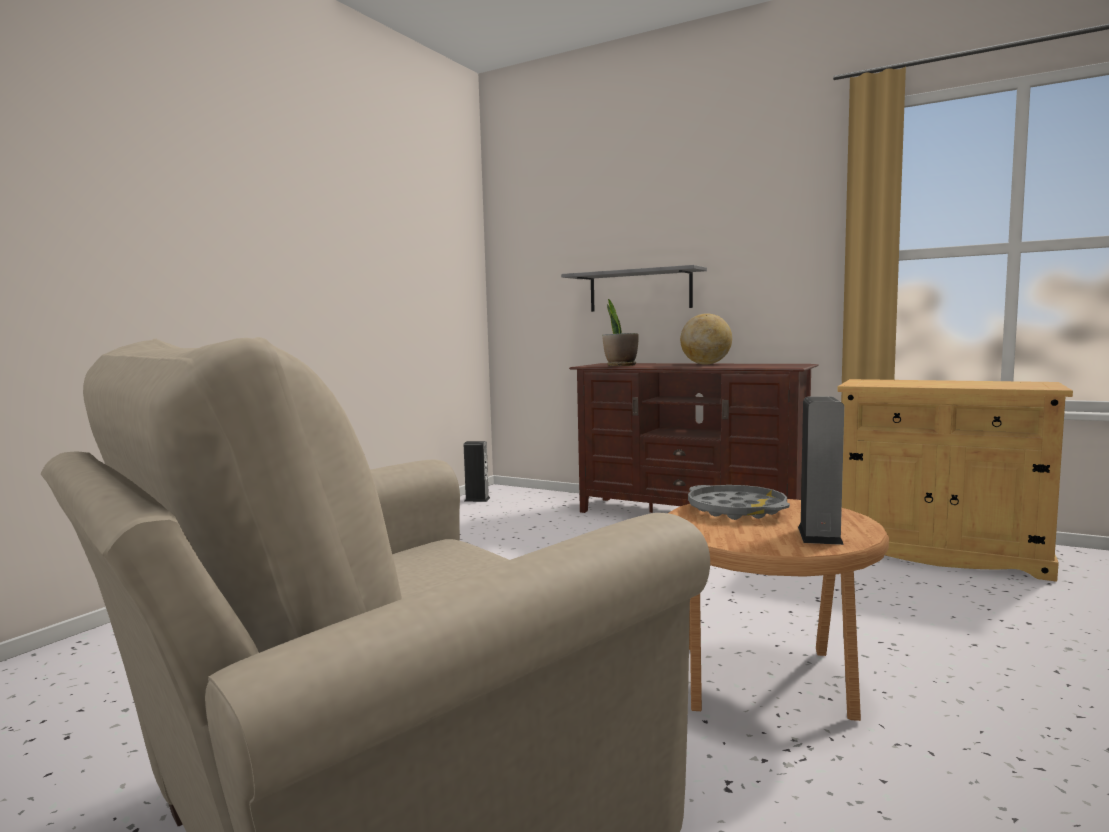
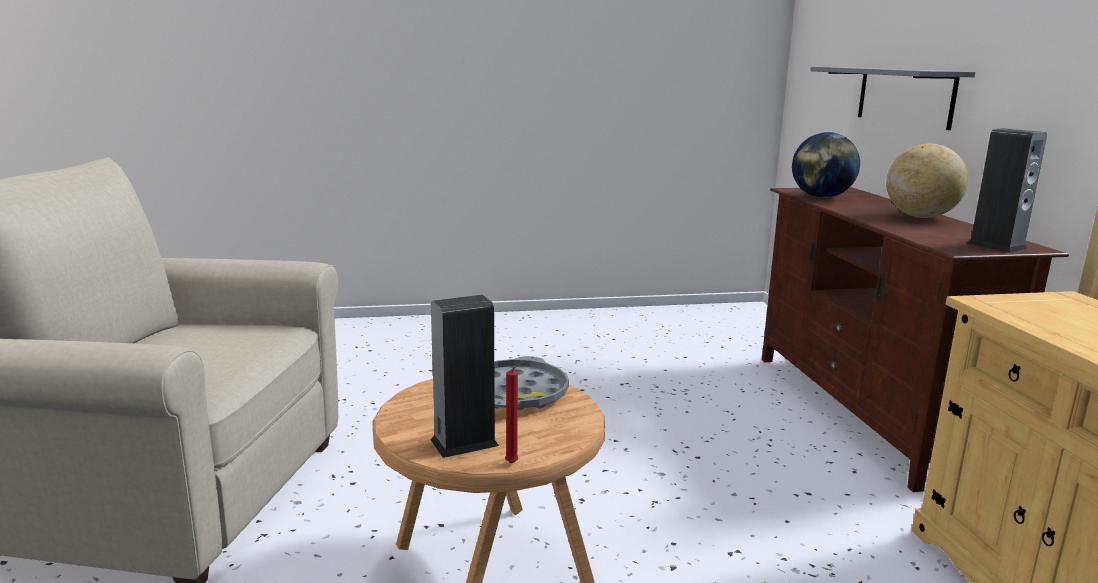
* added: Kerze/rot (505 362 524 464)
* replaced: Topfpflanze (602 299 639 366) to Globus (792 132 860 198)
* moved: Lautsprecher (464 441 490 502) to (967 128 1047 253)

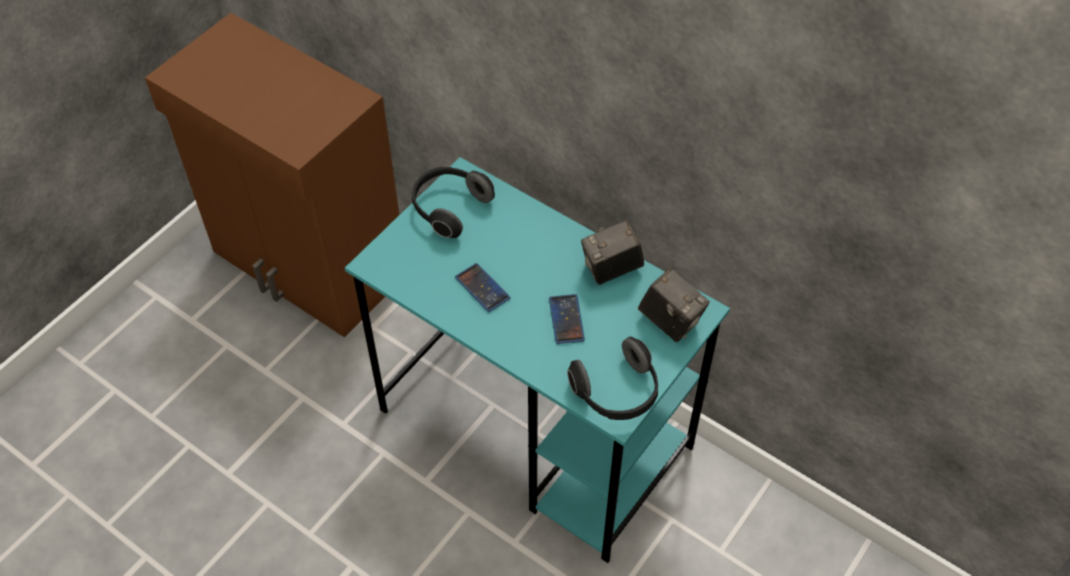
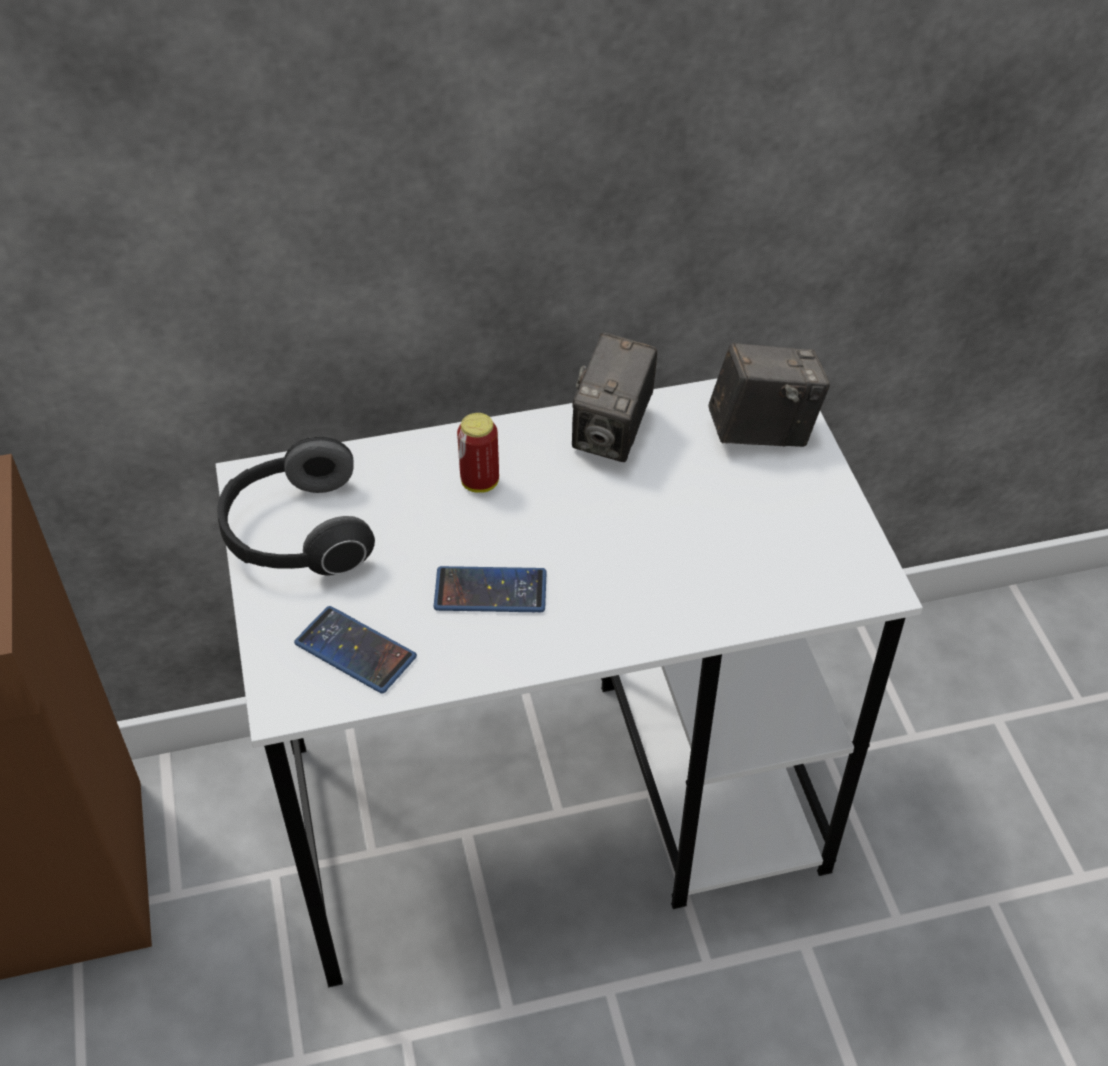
* recoloured: Schreibtisch/türkis (345 157 730 563) to Schreibtisch/weiß (215 378 923 988)
* moved: Handy (549 294 585 344) to (294 606 417 693)
* added: Dose (457 413 499 493)
* removed: Kopfhörer (567 337 658 420)

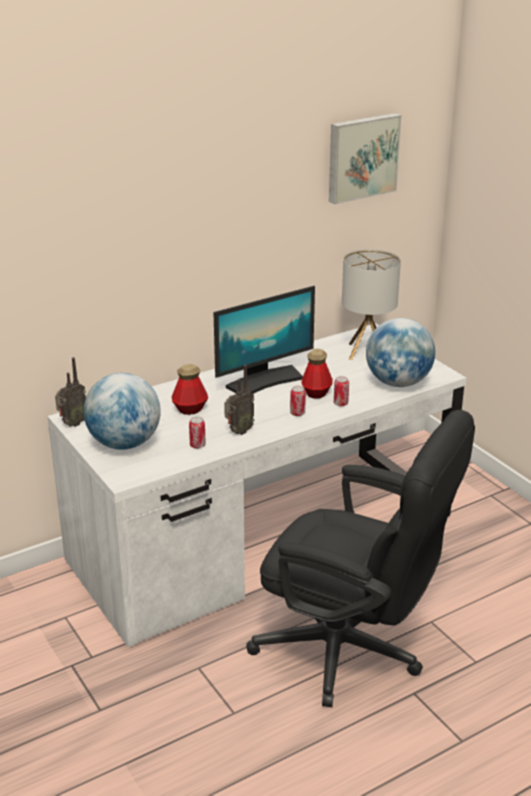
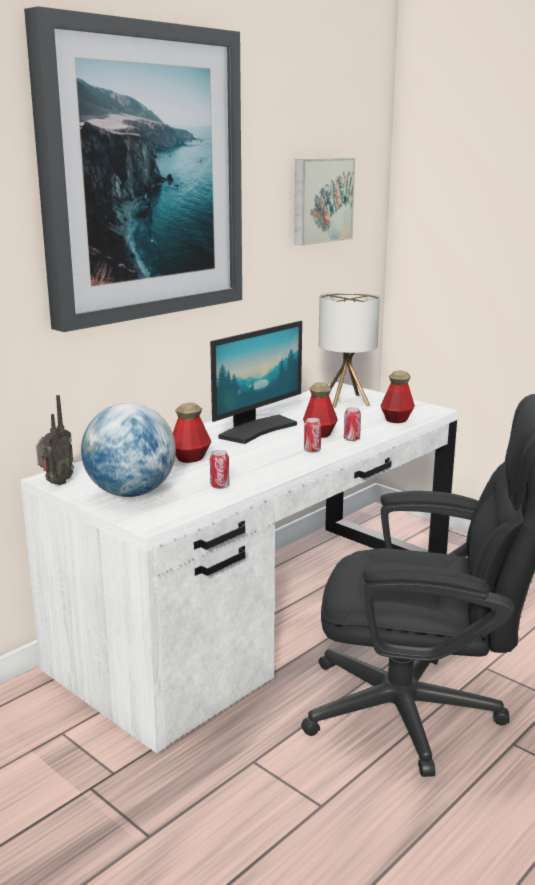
* added: Bild (24 6 242 332)
* replaced: Globus (366 318 435 387) to Flasche (380 371 415 423)
* removed: Radio (224 365 254 435)

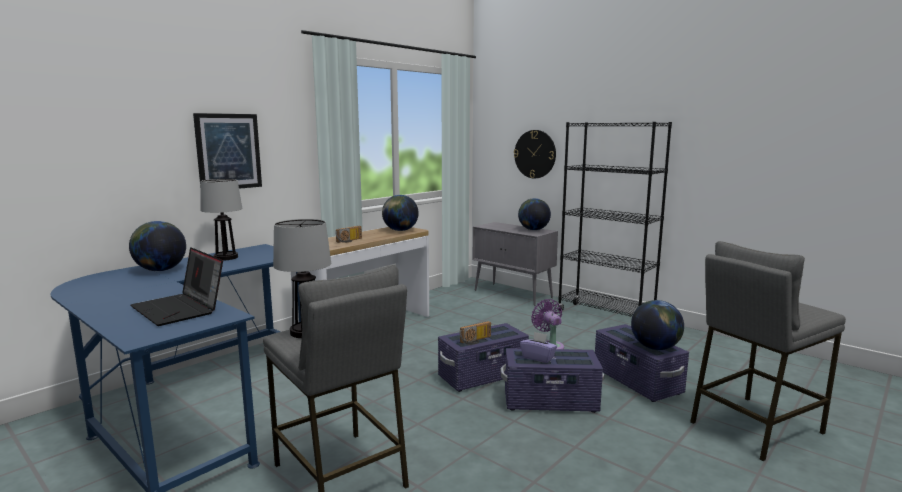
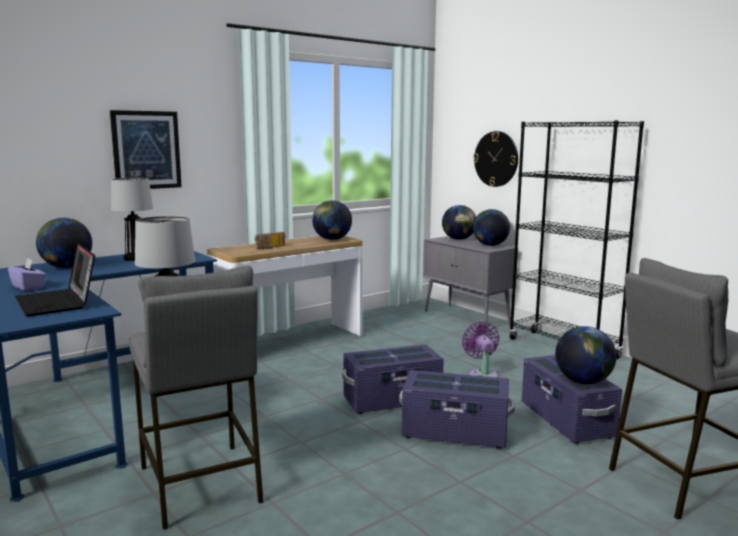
* moved: Taschentuchbox/lila (520 332 557 363) to (8 258 46 291)
* added: Globus (442 205 476 240)
* removed: Radio (459 321 491 344)

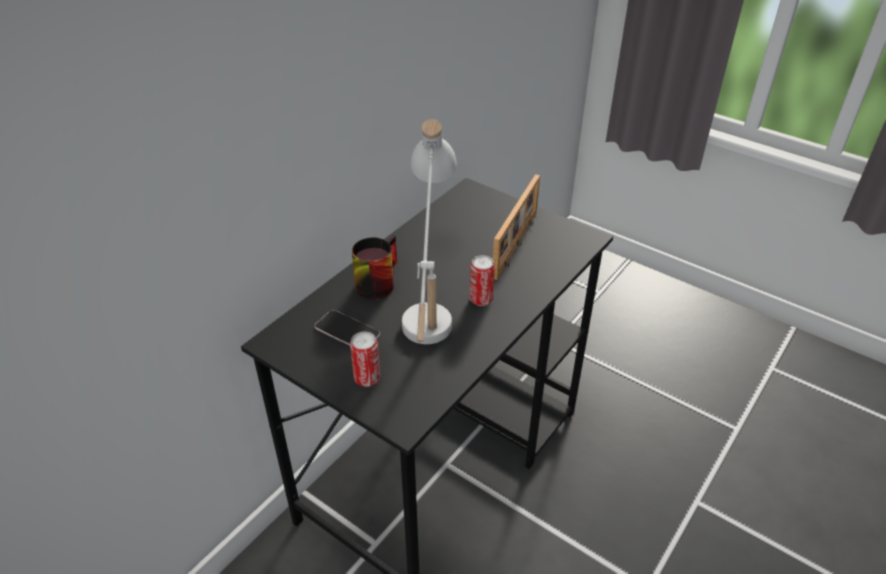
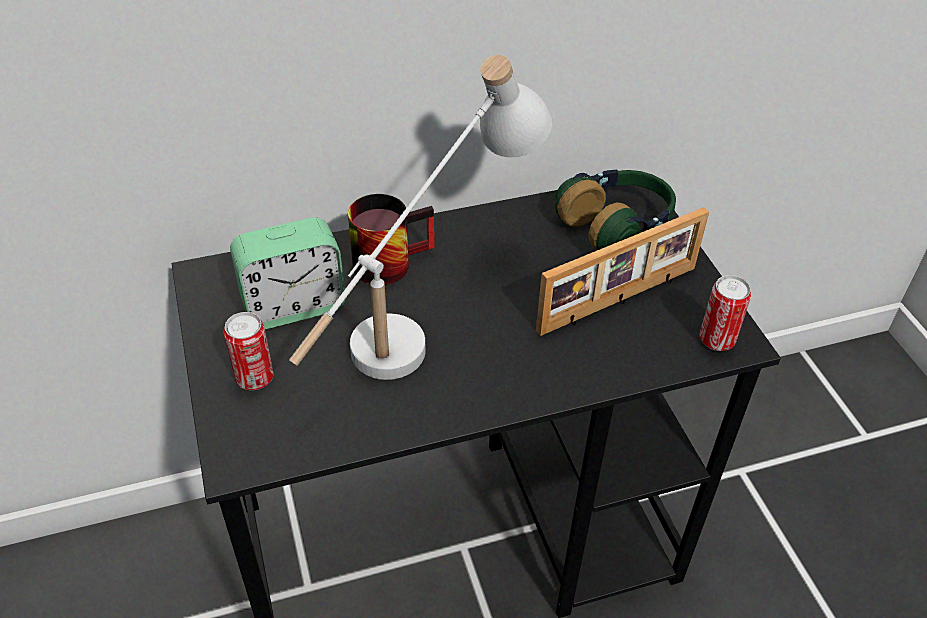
* replaced: Handy (315 310 380 346) to Wecker (230 217 346 330)
* added: Kopfhörer (555 170 676 250)
* moved: Dose (470 255 495 306) to (700 275 751 351)

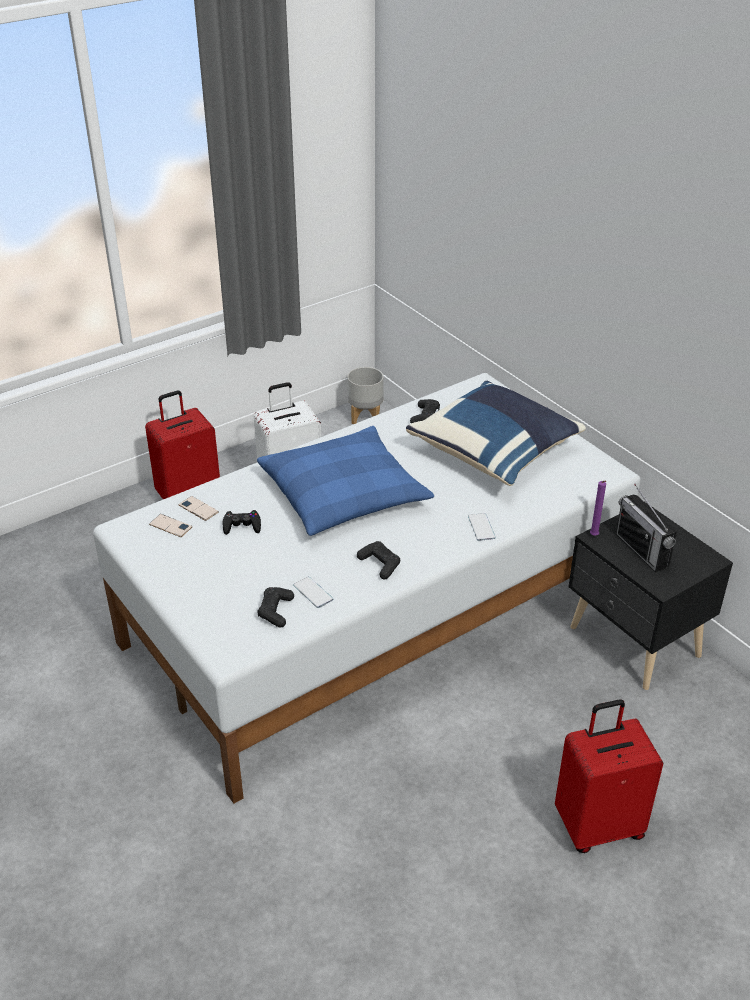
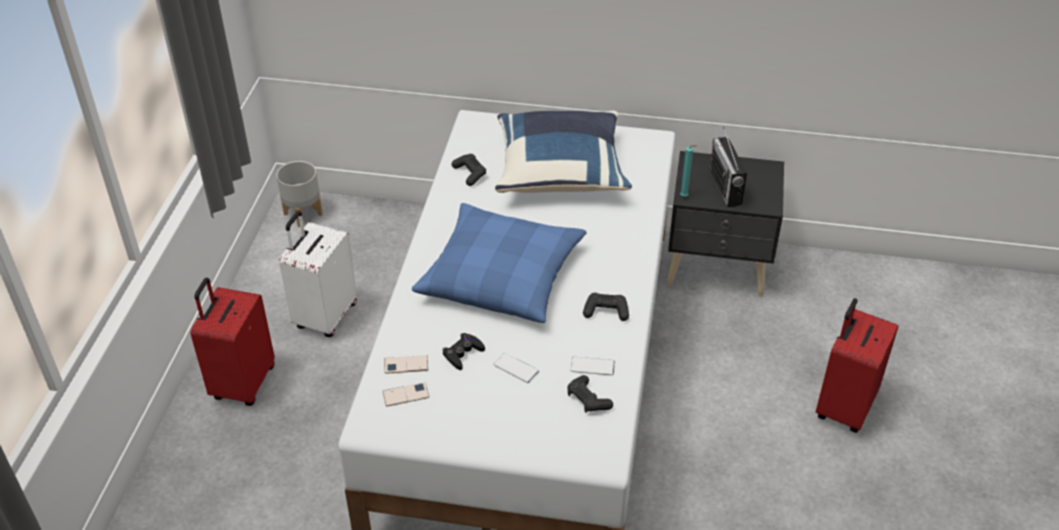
* moved: Handy (468 513 496 541) to (493 353 539 383)
* recoloured: Kerze/lila (590 481 606 536) to Kerze/türkis (680 145 697 197)
* turned: Radio (616 484 677 572) = (709 127 747 207) 60 degrees clockwise

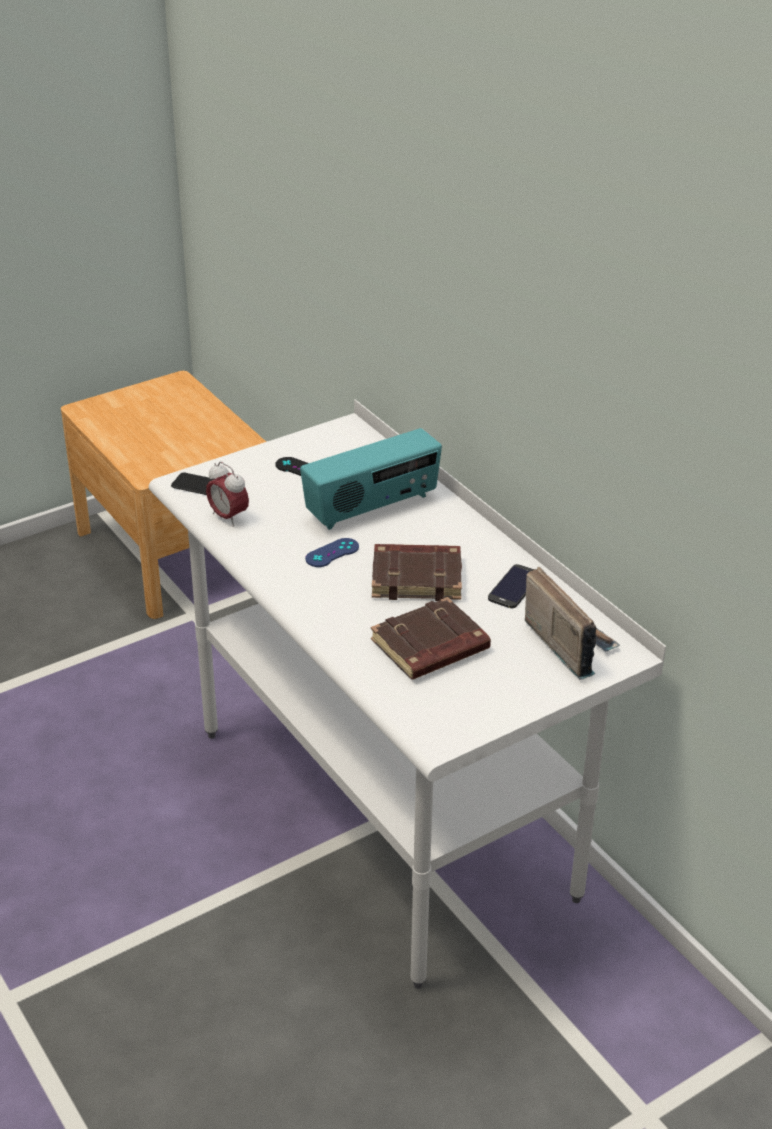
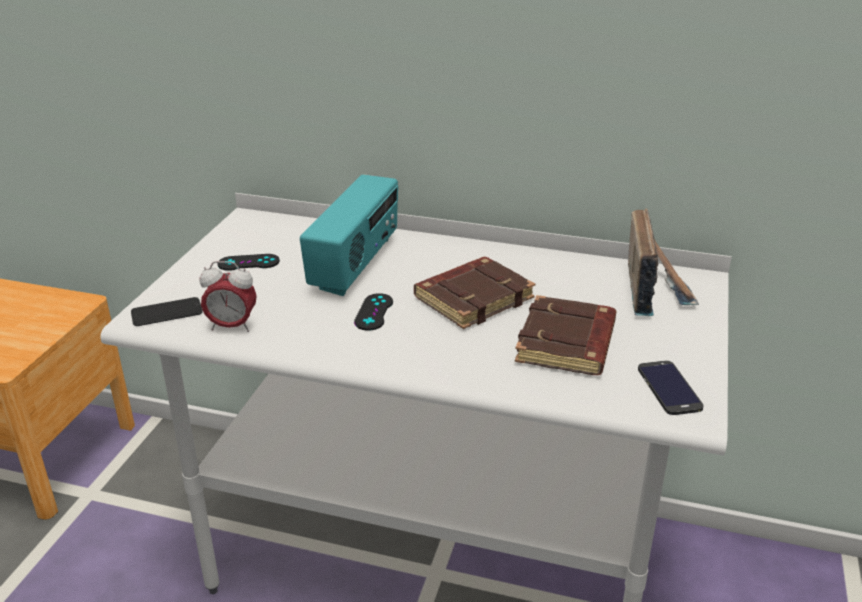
* recoloured: Gamepad/blau (305 538 359 567) to Gamepad/schwarz (354 293 393 331)
* turned: Radio (525 567 620 680) = (628 208 699 316) 75 degrees clockwise
* moved: Handy (488 564 534 608) to (638 361 703 415)

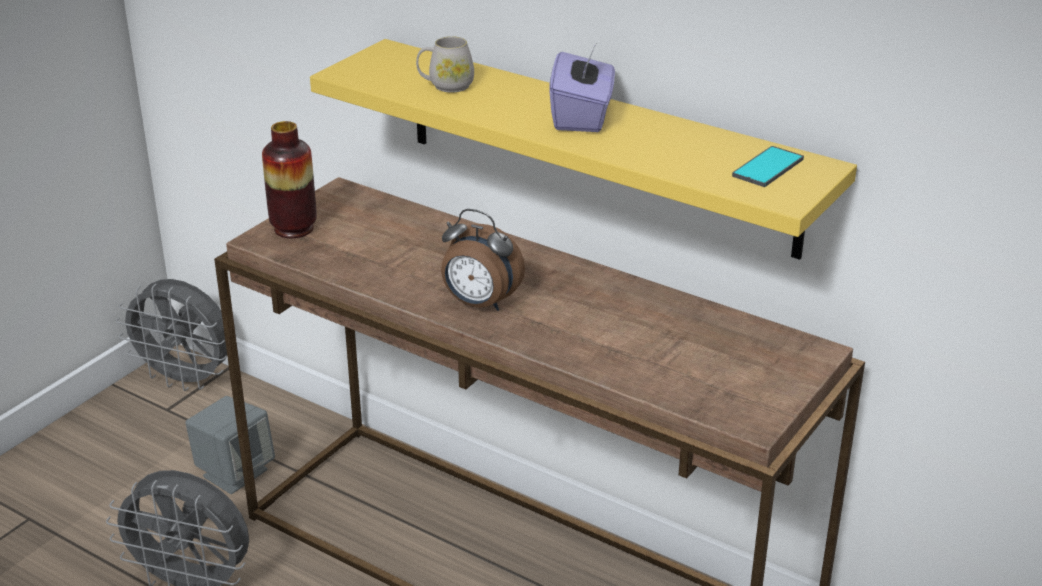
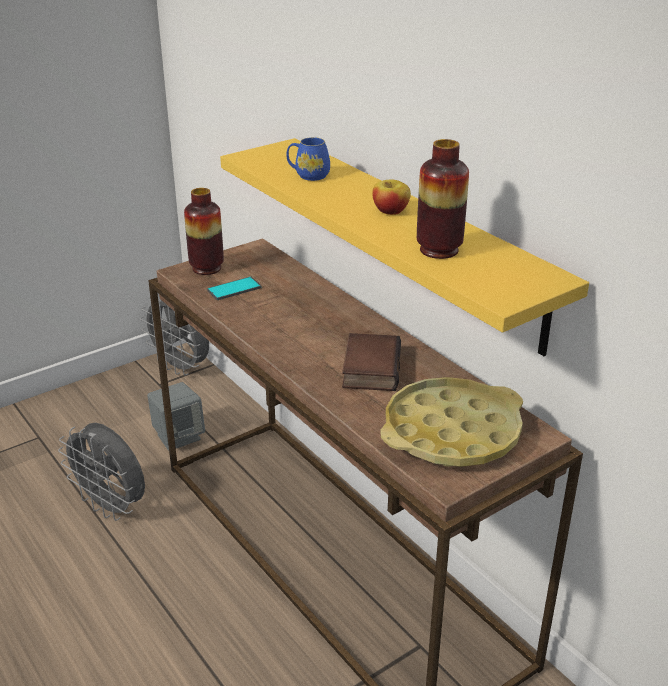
* moved: Handy (732 146 804 187) to (207 276 262 300)
* recoloured: Henkelbecher/weiß (416 36 474 93) to Henkelbecher/blau (286 137 330 181)
* added: Buch (342 333 401 391)
* replaced: Taschentuchbox/lila (550 42 615 132) to Apfel (372 180 411 215)
* added: Tablett/gelb (380 377 523 467)
* added: Vase (417 139 469 259)
* removed: Wecker (441 209 525 311)

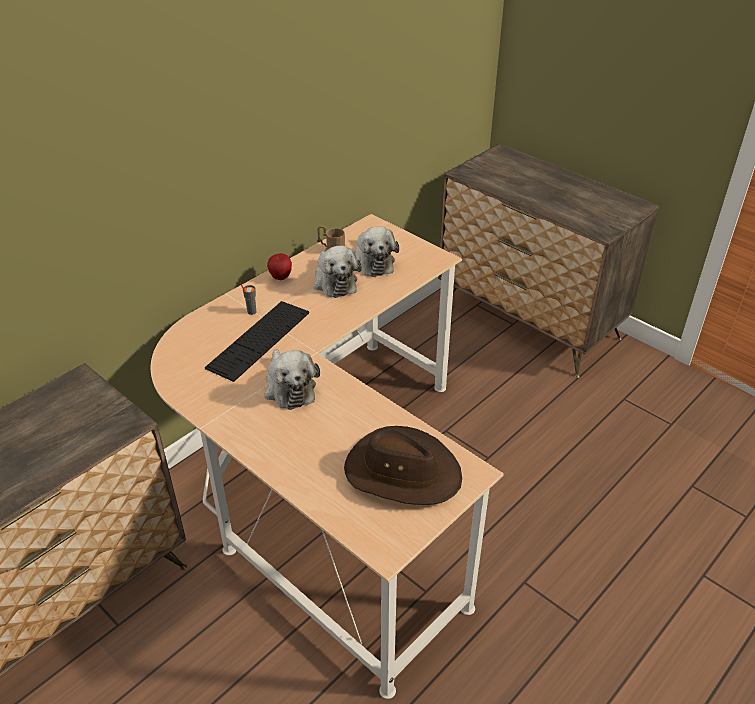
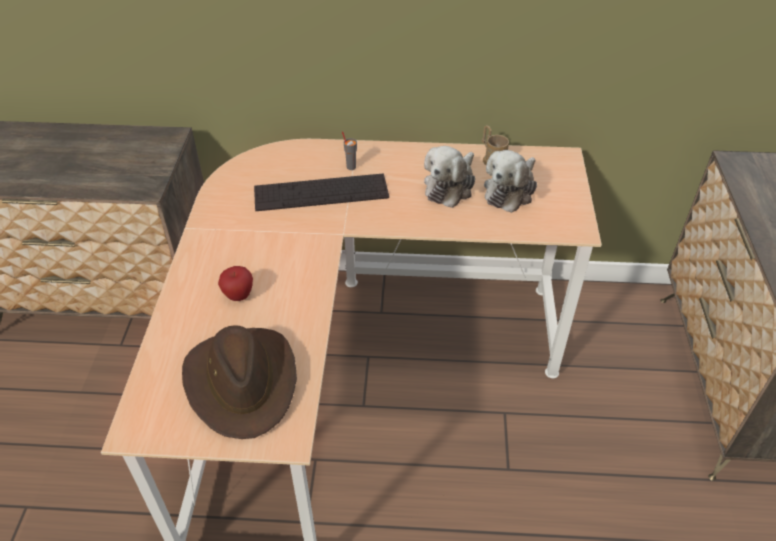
* moved: Apfel (267 253 292 280) to (218 266 253 301)
* removed: Plüschtier (264 349 320 410)

